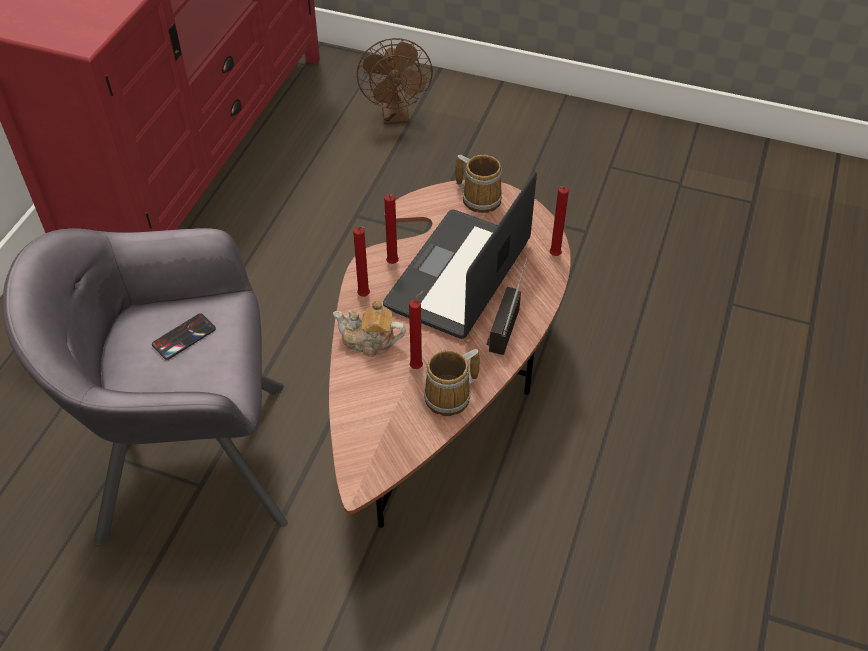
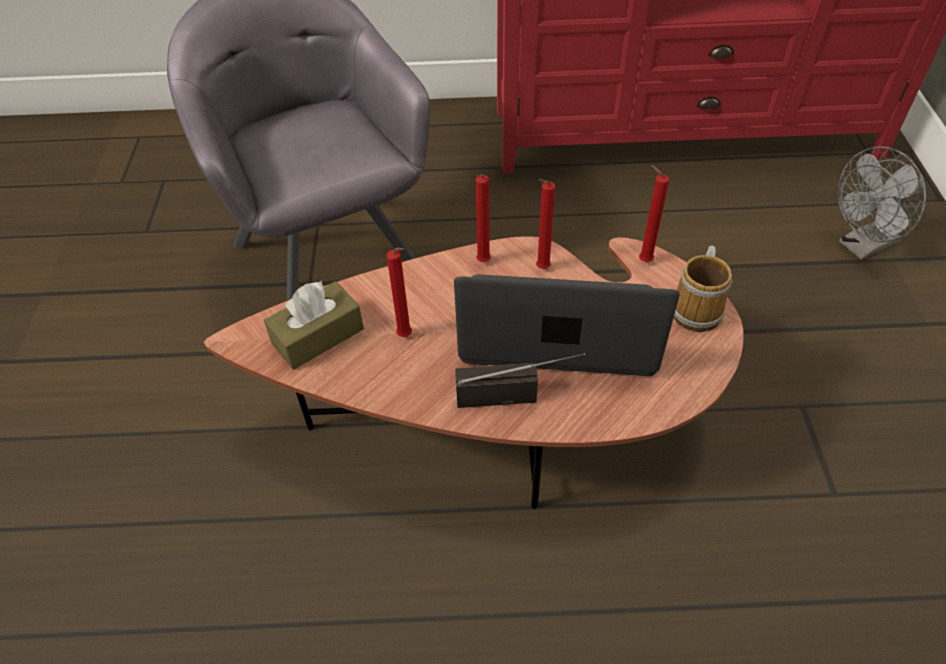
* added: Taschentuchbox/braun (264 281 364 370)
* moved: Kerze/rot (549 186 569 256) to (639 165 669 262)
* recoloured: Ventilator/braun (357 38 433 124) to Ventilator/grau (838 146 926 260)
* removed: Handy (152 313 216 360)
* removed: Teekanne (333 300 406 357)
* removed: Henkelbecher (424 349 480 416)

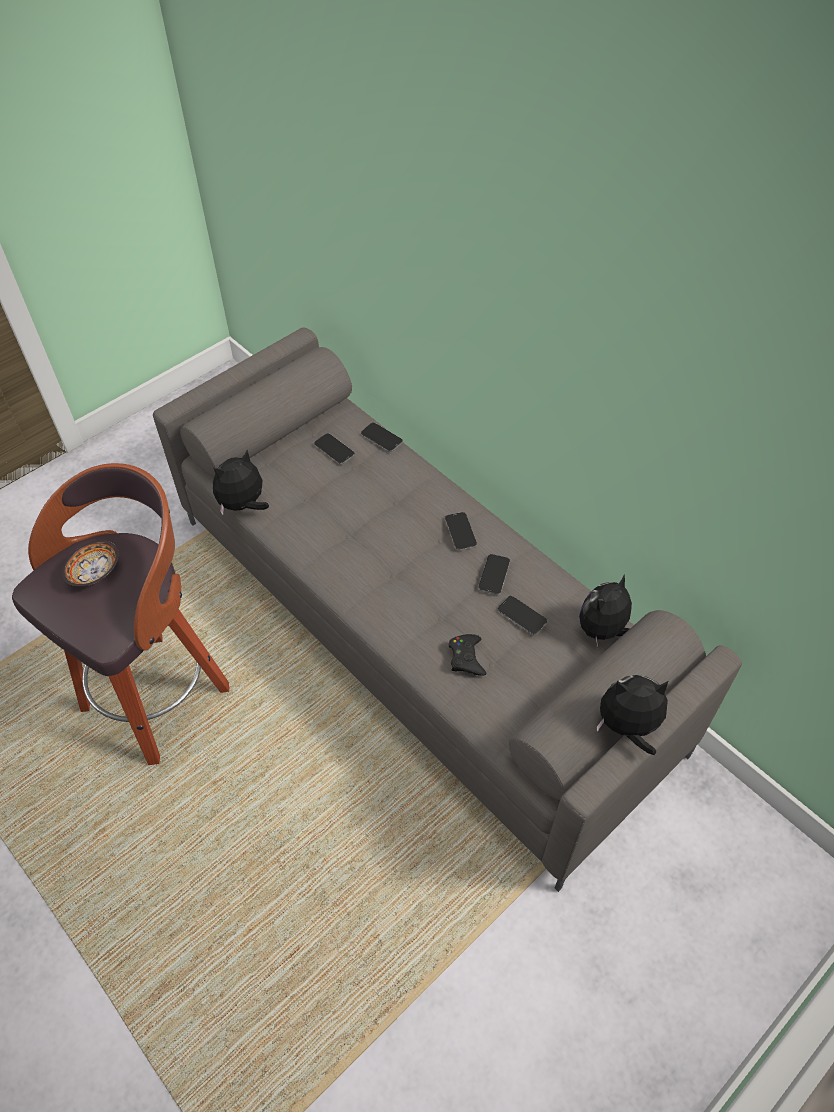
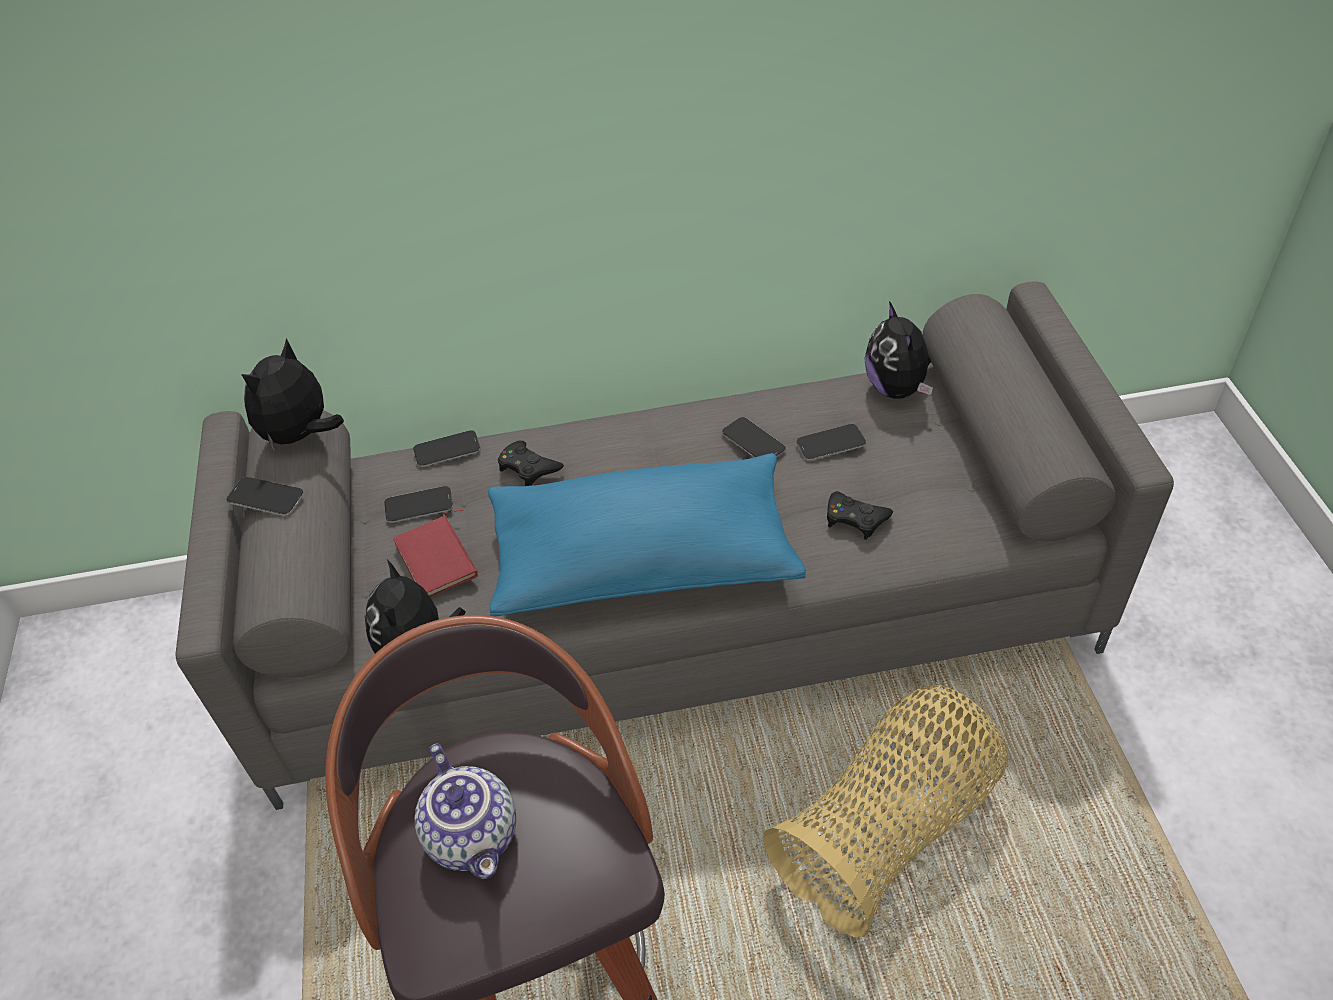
* moved: Handy (445 512 477 550) to (226 477 304 516)
* moved: Plüschtier (597 675 668 755) to (241 338 344 453)
* added: Buch/rot (393 510 478 597)
* replaced: Schüssel (62 540 119 587) to Teekanne (415 743 516 879)
* added: Kissen/blau (488 453 806 616)
* added: Gamepad/schwarz (498 440 564 486)
* added: Korb (763 685 1008 938)

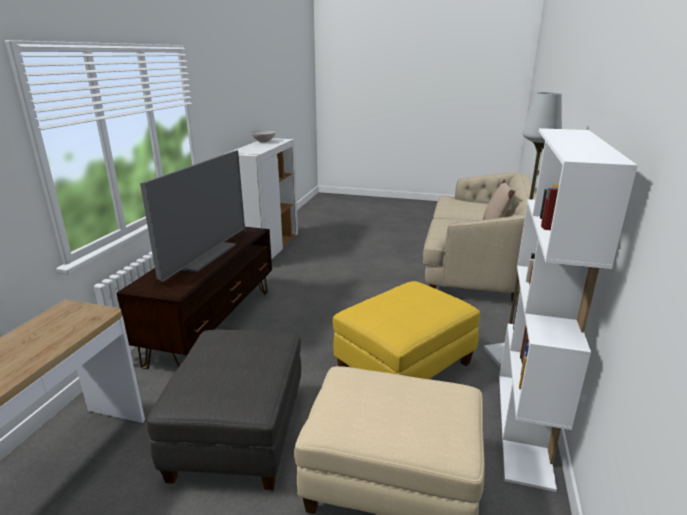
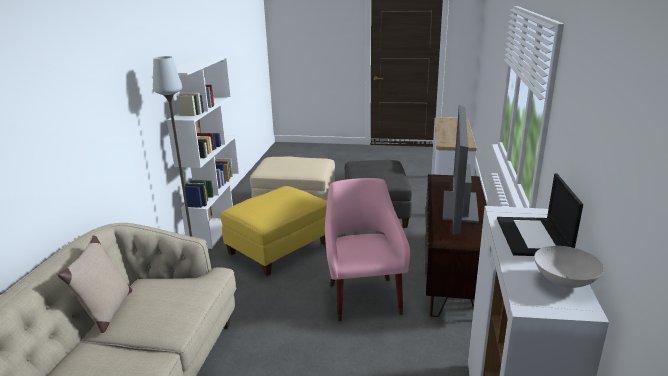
* added: Sessel/rosa (325 178 410 321)
* added: Laptop (497 173 583 256)

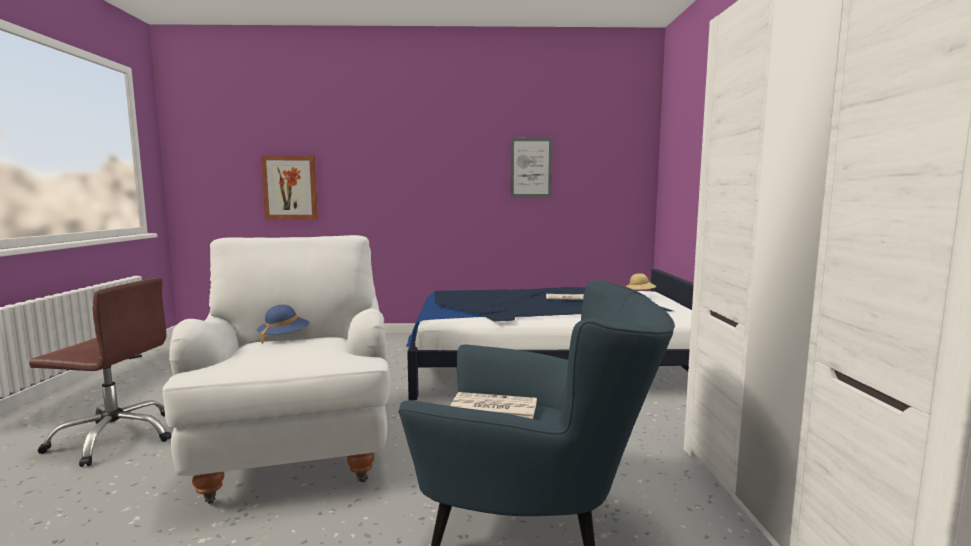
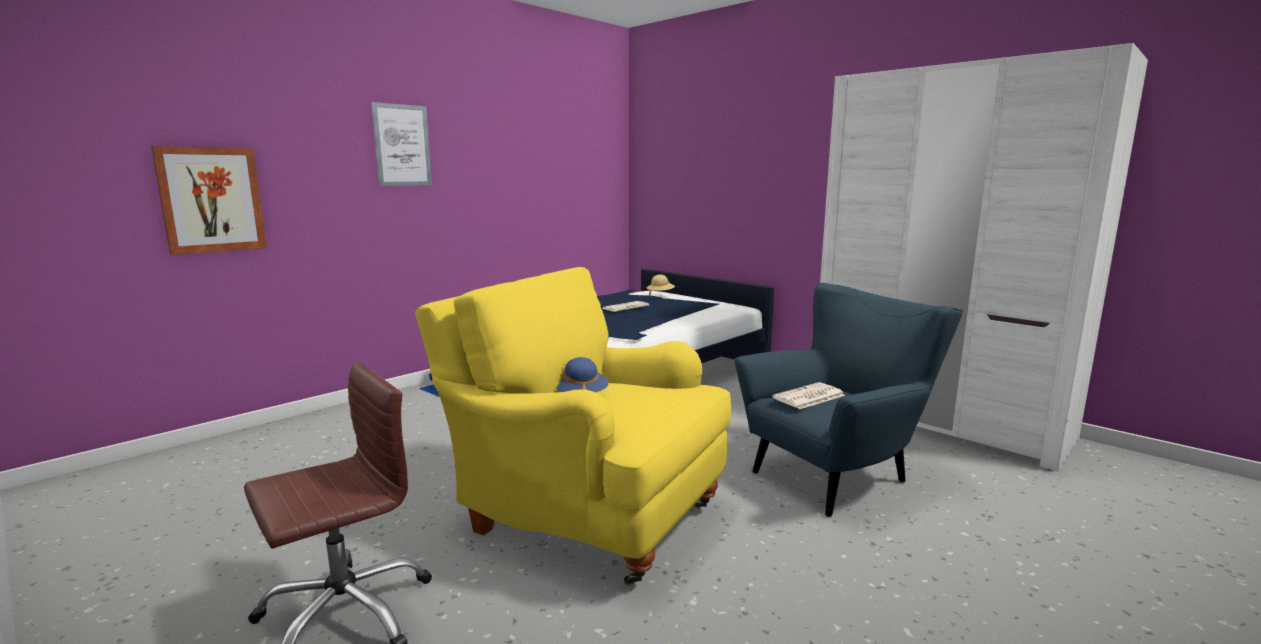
* moved: Bild (510 138 552 197) to (371 102 432 186)
* recoloured: Sessel/weiß (162 235 391 504) to Sessel/gelb (415 267 731 585)

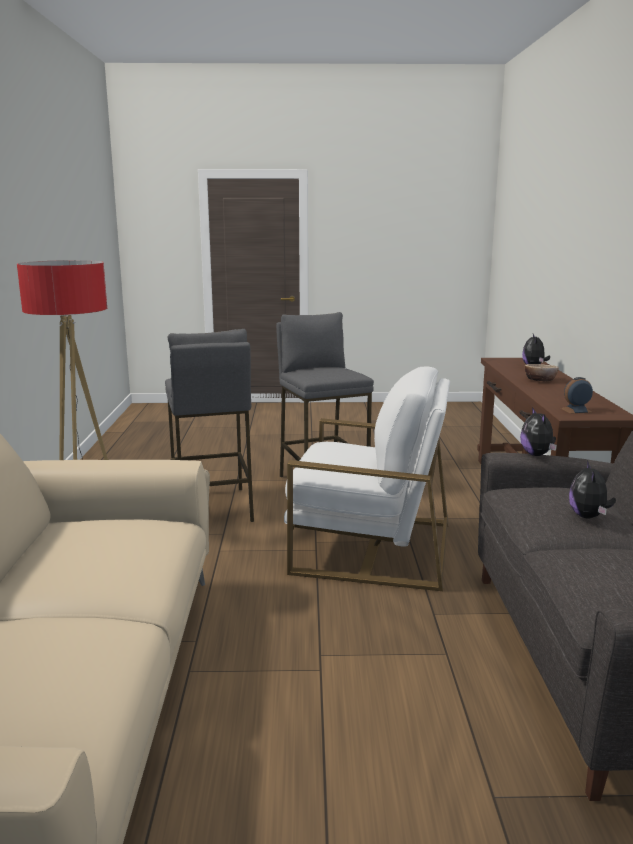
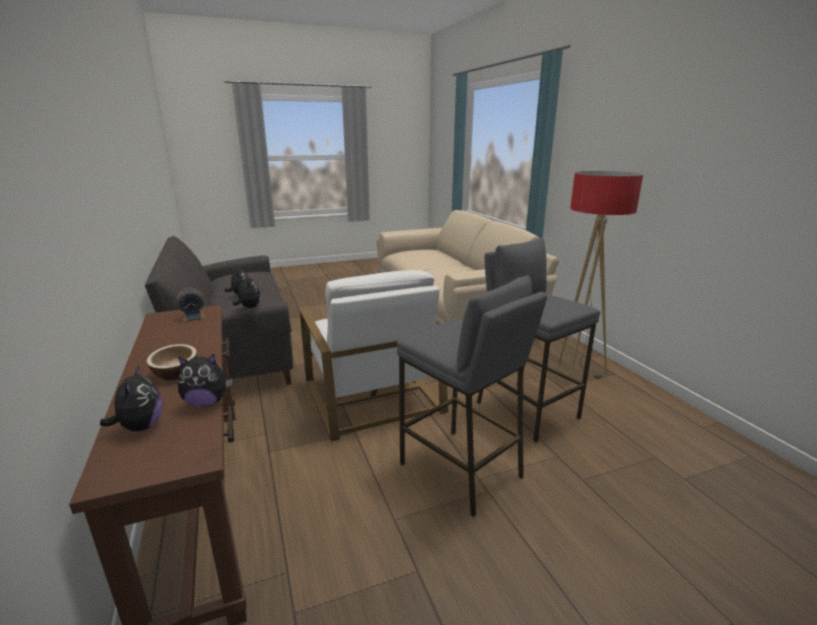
* added: Plüschtier (178 354 232 407)
* turned: Sessel/weiß (284 367 450 591) = (300 270 448 442) 105 degrees counterclockwise

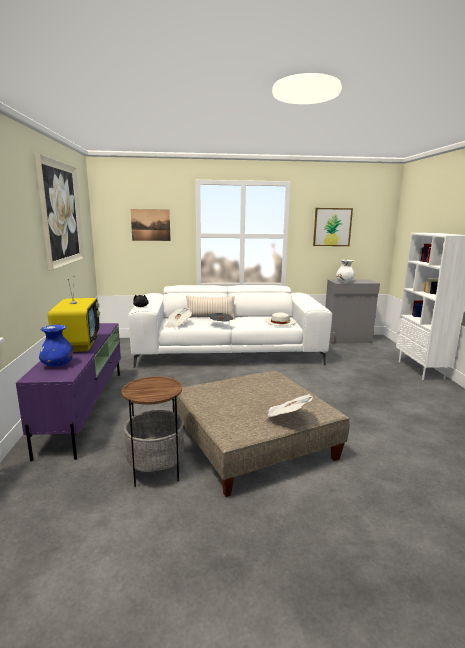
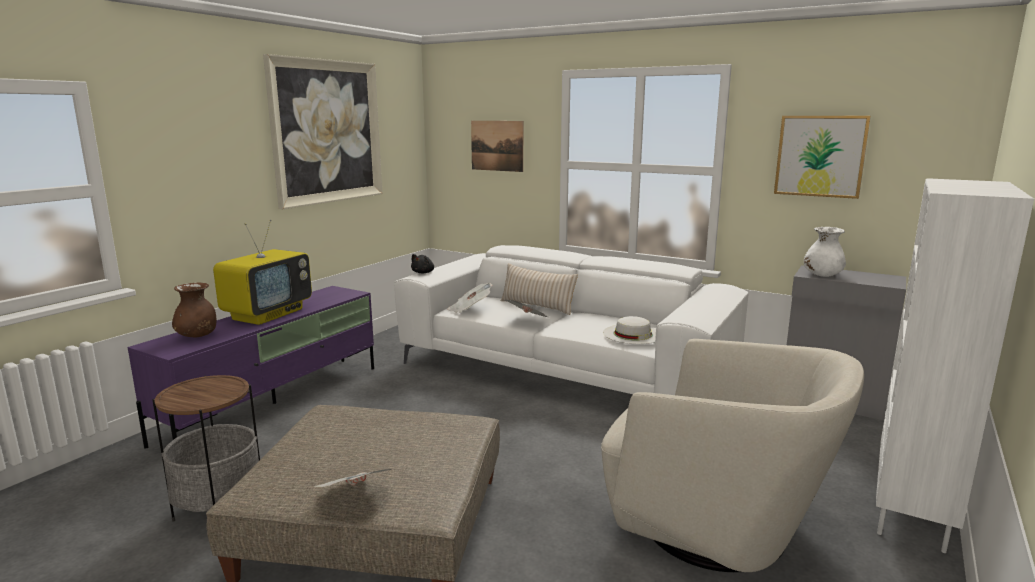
* recoloured: Vase/blau (39 325 73 367) to Vase/braun (172 283 216 338)
* added: Sessel/beige (601 339 864 572)

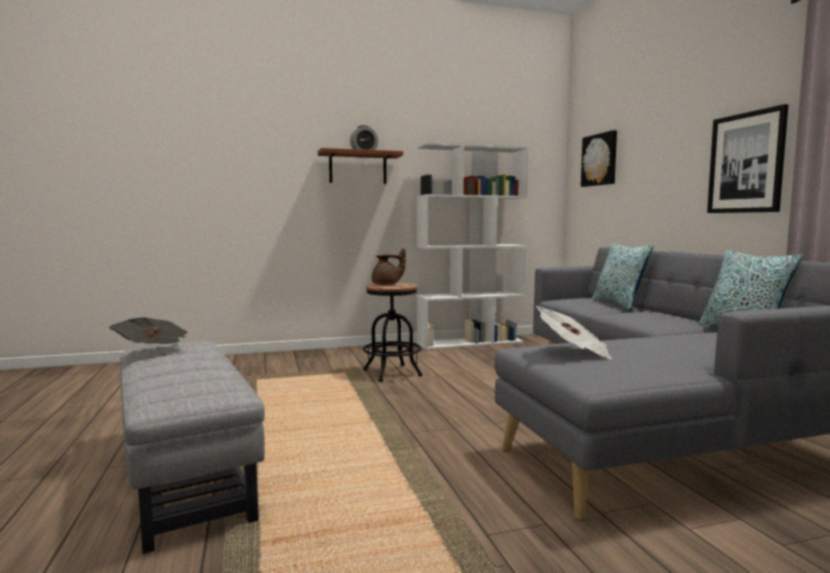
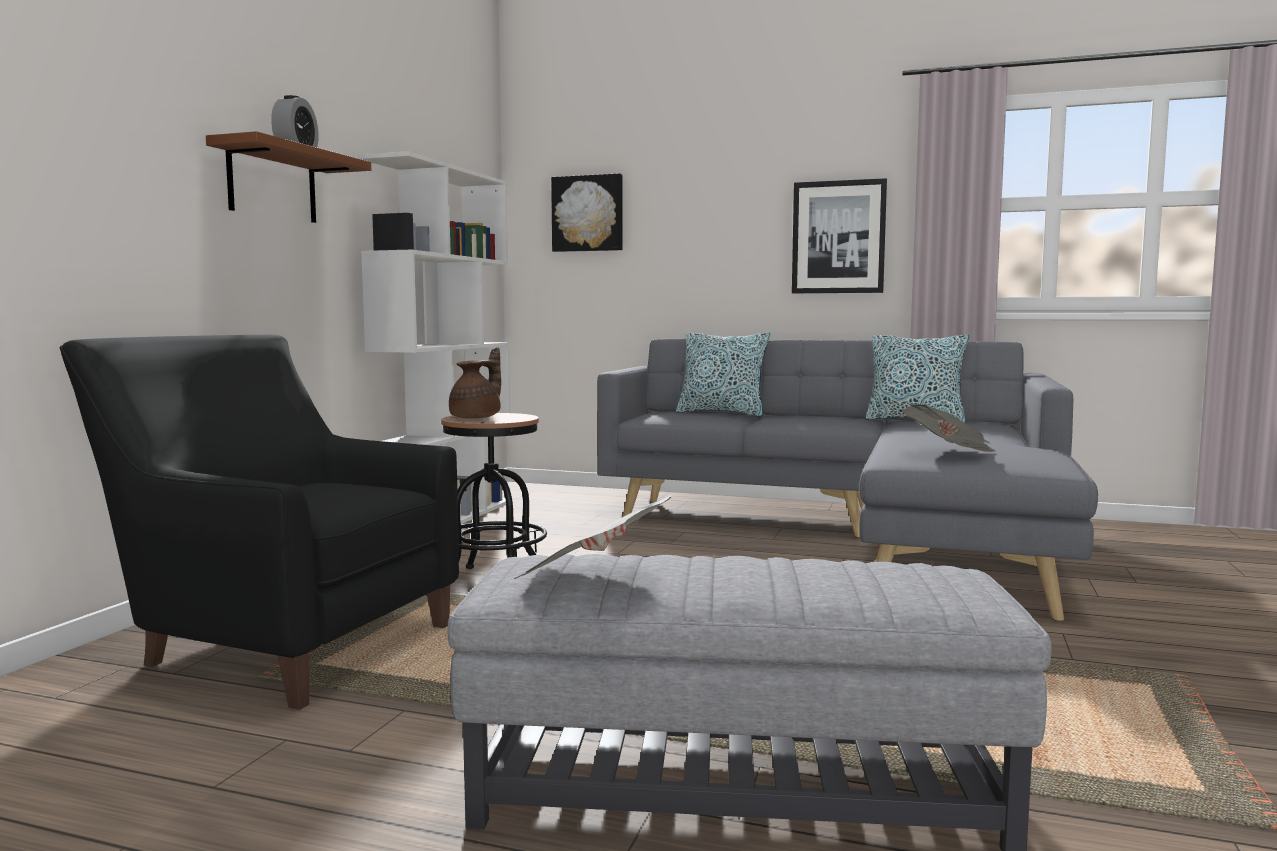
* added: Sessel/schwarz (59 335 459 710)

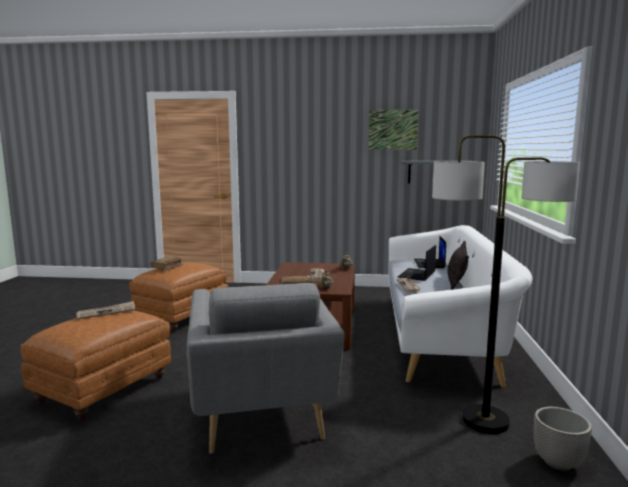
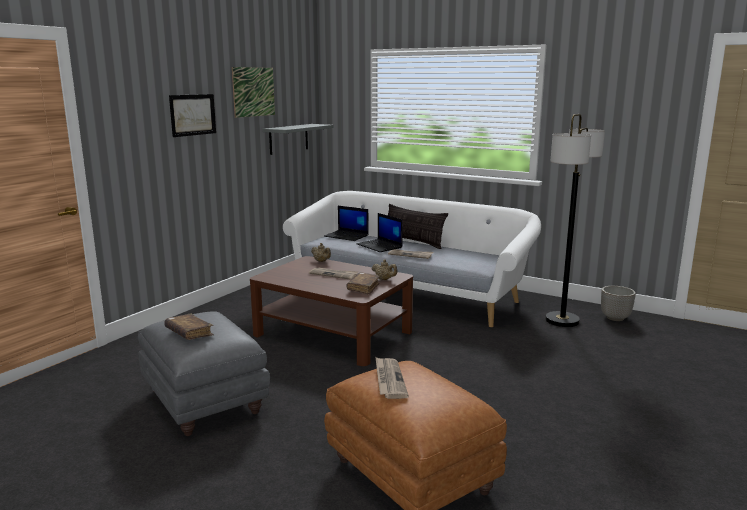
* recoloured: Polsterhocker/braun (129 262 228 332) to Polsterhocker/grau (138 311 270 436)
* added: Bild (169 94 216 137)
* removed: Sessel/grau (187 283 345 454)

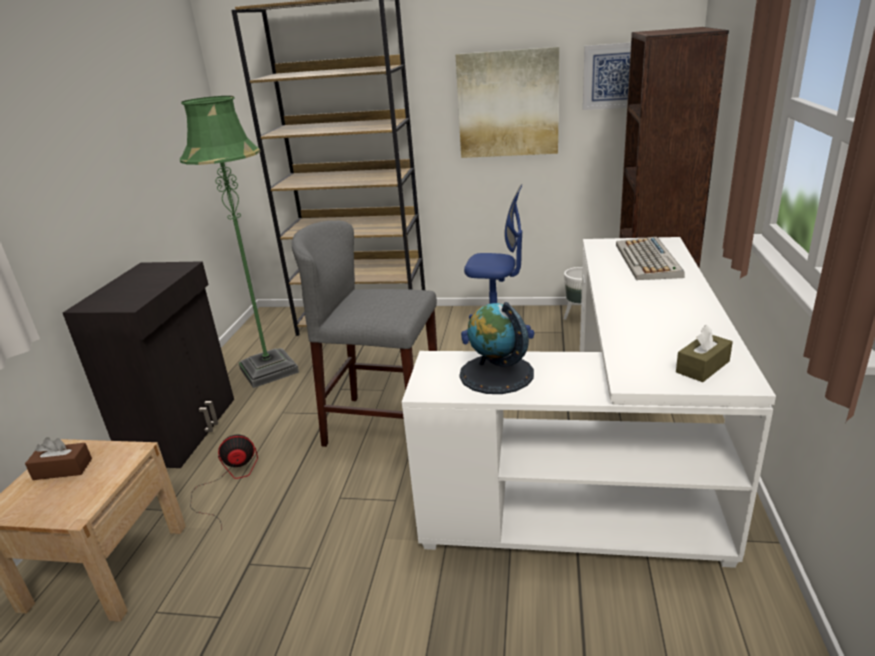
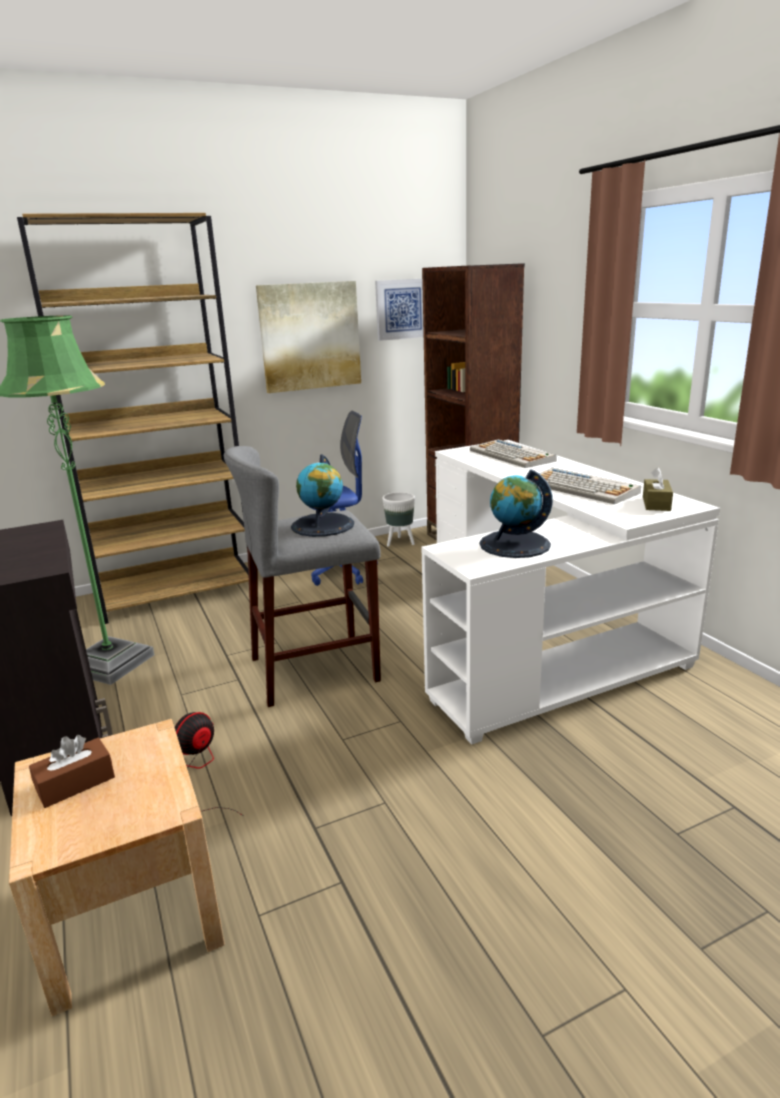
* added: Globus (291 454 354 537)
* added: Tastatur (537 468 641 504)

